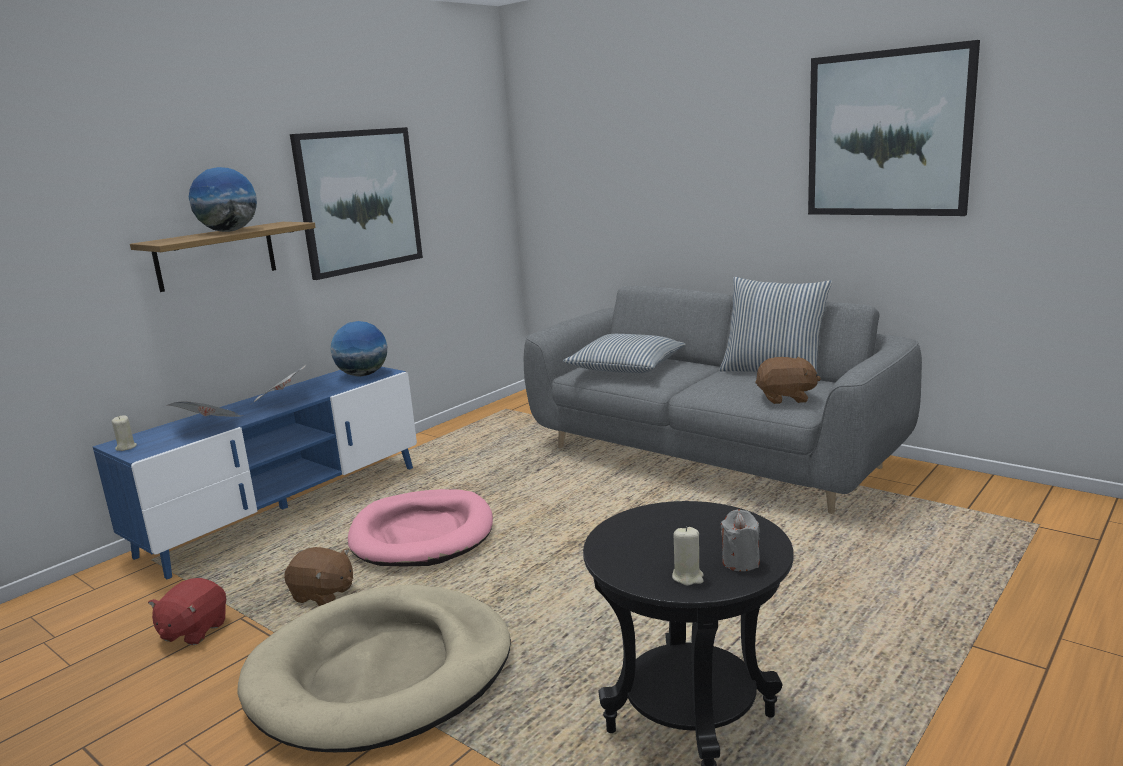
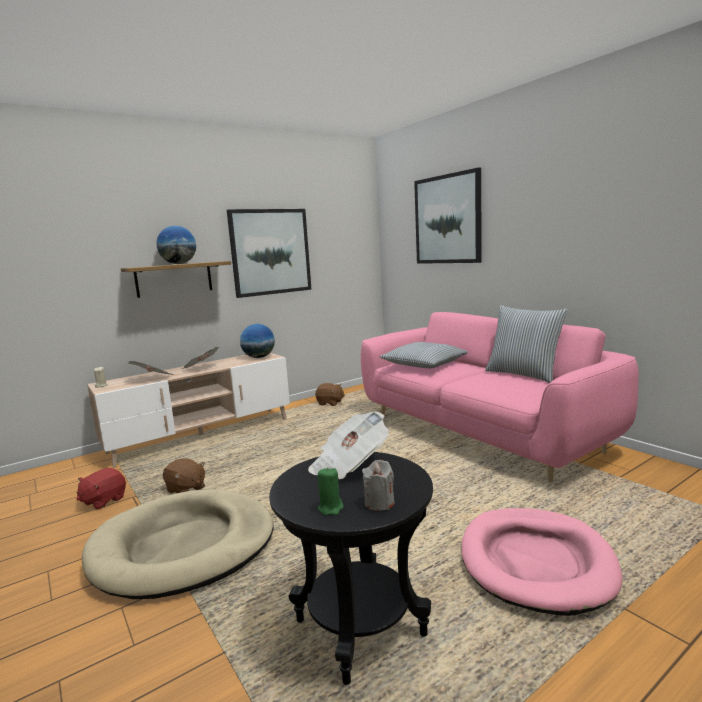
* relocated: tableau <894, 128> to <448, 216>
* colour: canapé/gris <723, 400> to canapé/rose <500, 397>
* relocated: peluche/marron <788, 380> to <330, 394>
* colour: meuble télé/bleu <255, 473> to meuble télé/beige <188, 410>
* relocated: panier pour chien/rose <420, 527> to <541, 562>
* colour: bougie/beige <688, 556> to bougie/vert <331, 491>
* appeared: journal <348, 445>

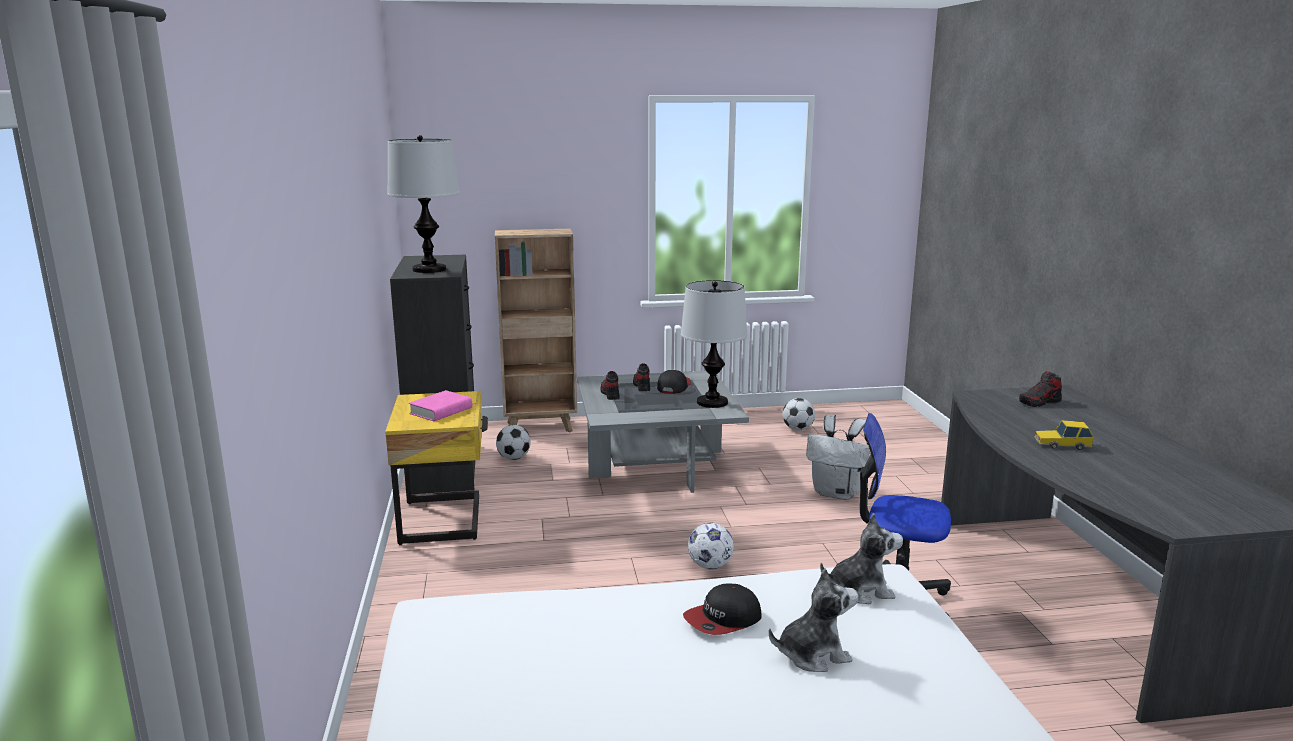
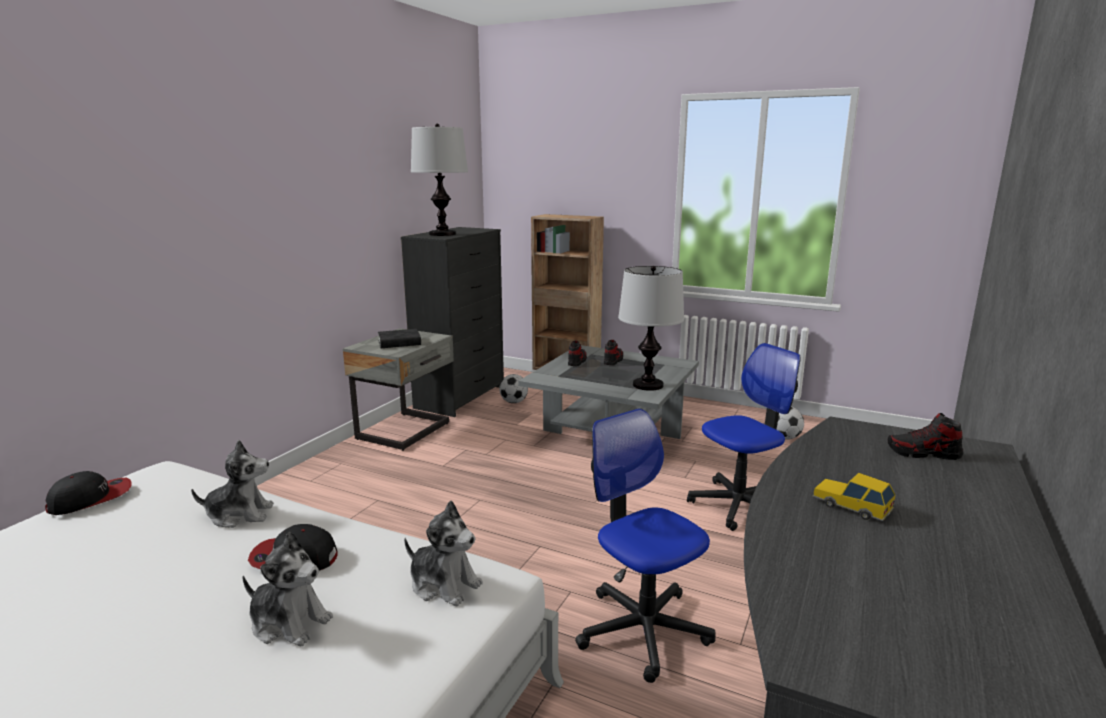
* relocated: casquette <674, 382> to <88, 493>
* colour: livre/rose <440, 405> to livre/noir <399, 338>
* colour: table de chevet/jaune <436, 468> to table de chevet/gris <398, 389>
* exchanged: sac à dos/blanc <838, 457> to chaise de bureau <744, 437>
* missing: ballon de foot <711, 546>
* appeared: peluche <232, 484>

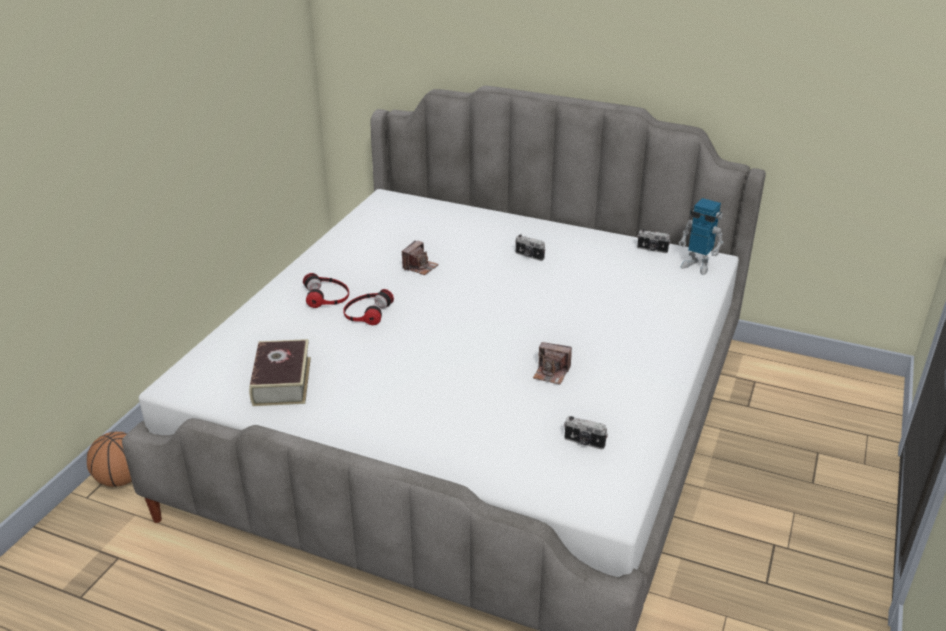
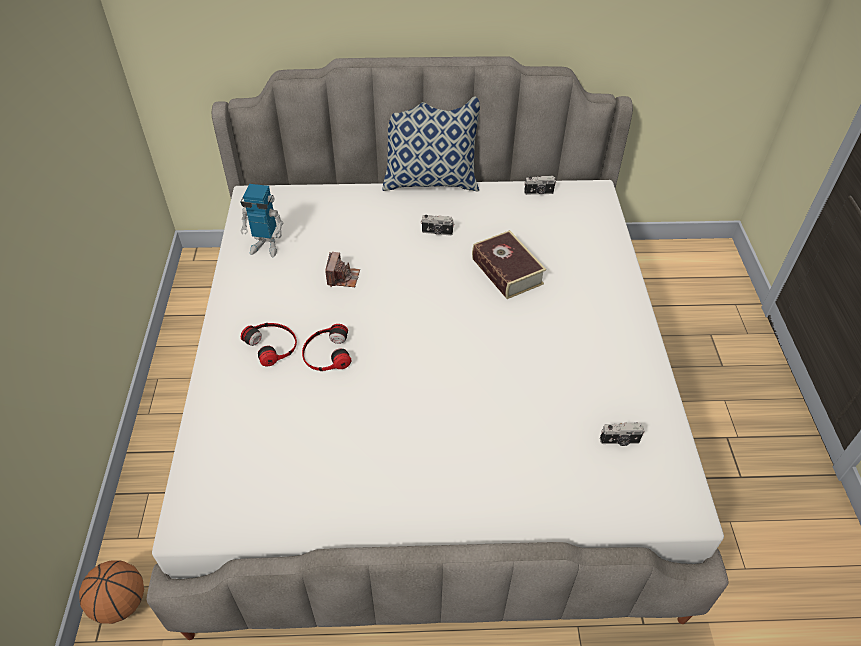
* relocated: robot jouet <701, 236> to <262, 220>
* relocated: livre <280, 372> to <509, 264>
* missing: appareil photo <552, 363>
* appeared: coussin <431, 143>

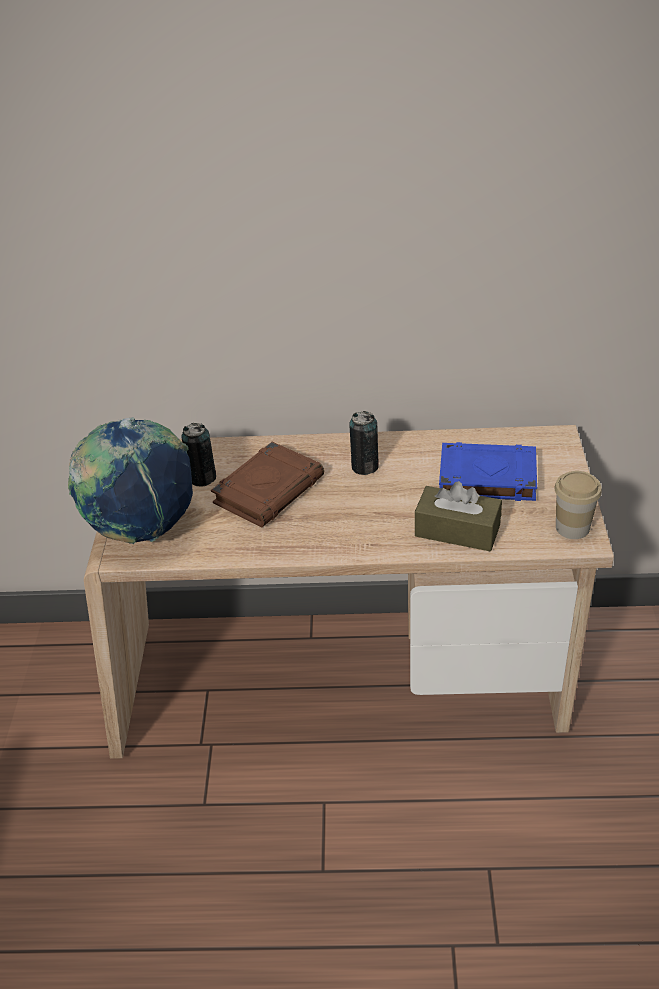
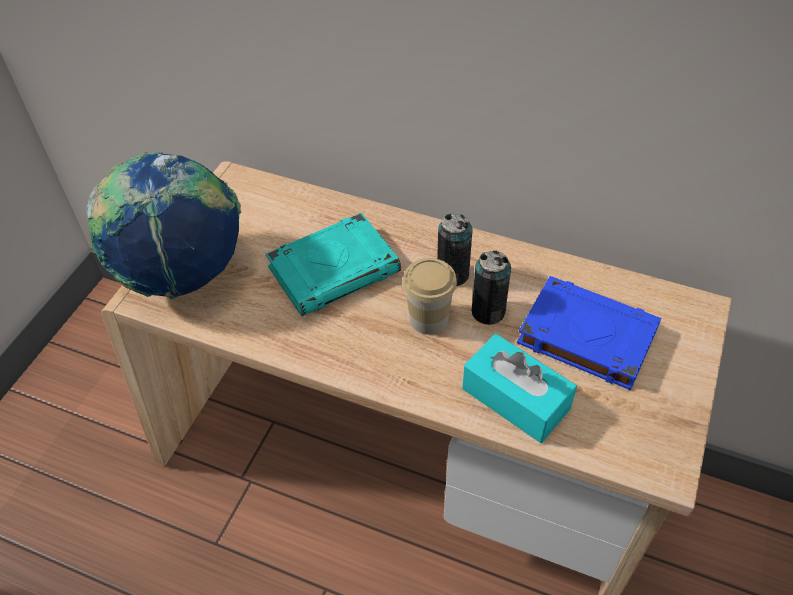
* relocated: boîte métallique <198, 454> to <491, 287>
* colour: livre/marron <267, 485> to livre/turquoise <333, 264>
* relocated: tasse <578, 505> to <430, 296>
* colour: boîte à mouchoirs/marron <458, 516> to boîte à mouchoirs/turquoise <519, 388>

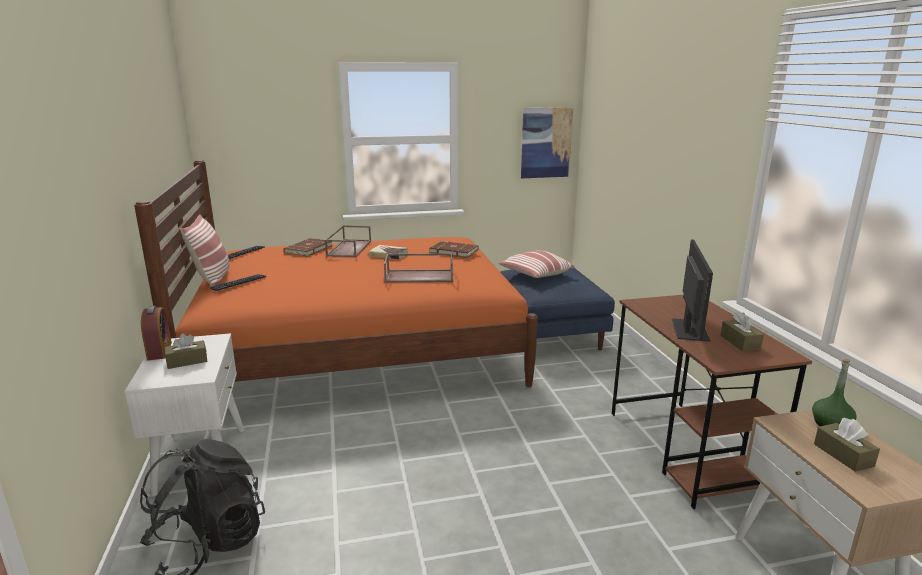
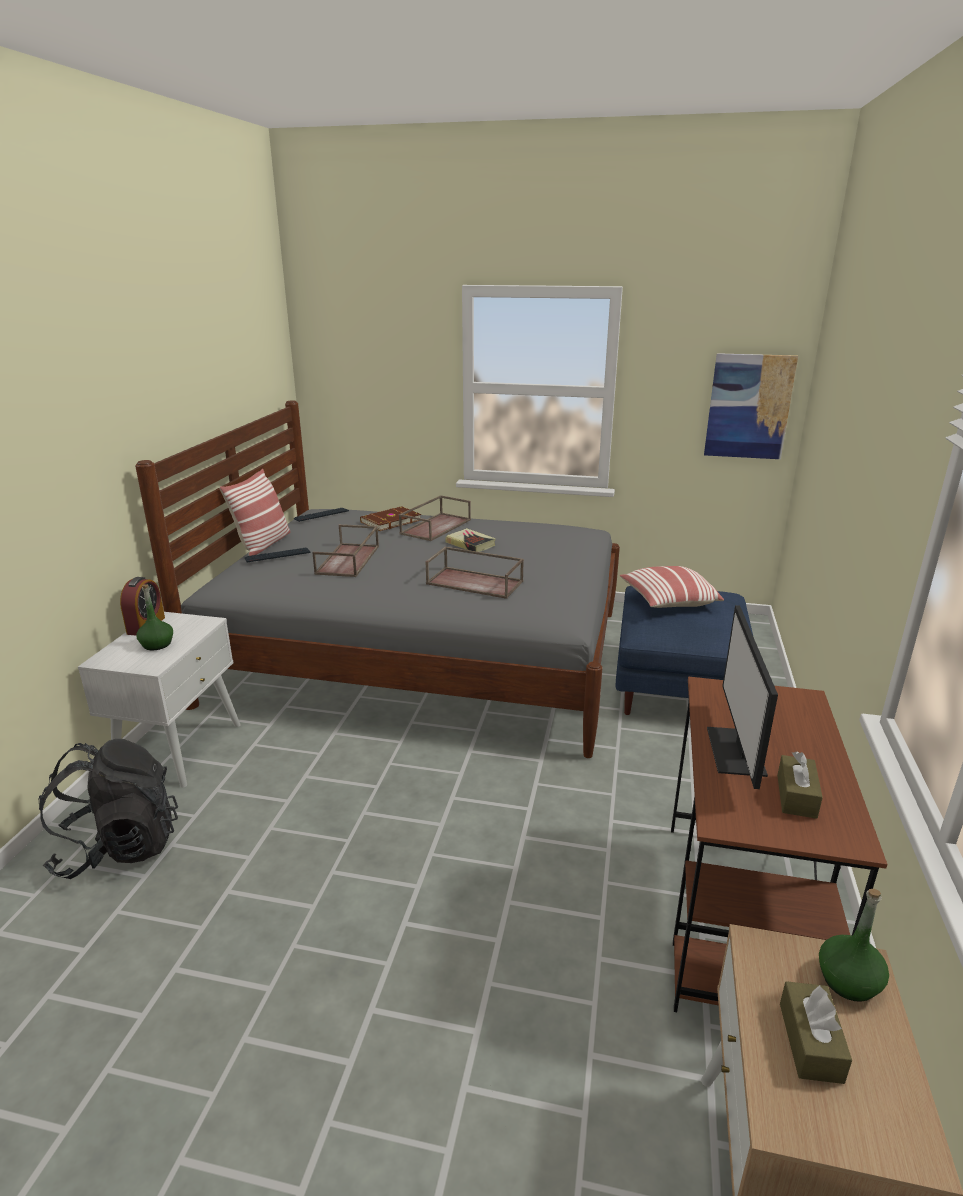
* colour: lit/orange <336, 273> to lit/gris <377, 579>
* spun: écran d'ordinateur <692, 290> = <742, 697> 150 degrees clockwise
* missing: livre/marron <453, 249>
* exchanged: boîte à mouchoirs/marron <186, 351> to bouteille/vert <154, 617>
* appeared: plateau/marron <345, 550>

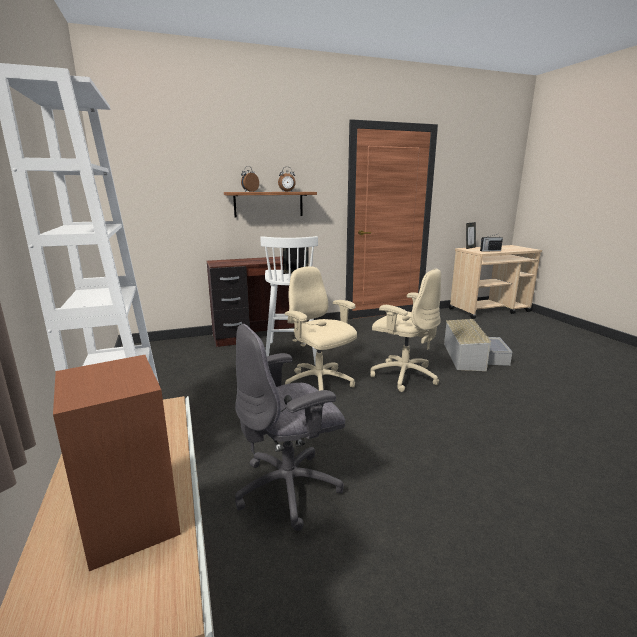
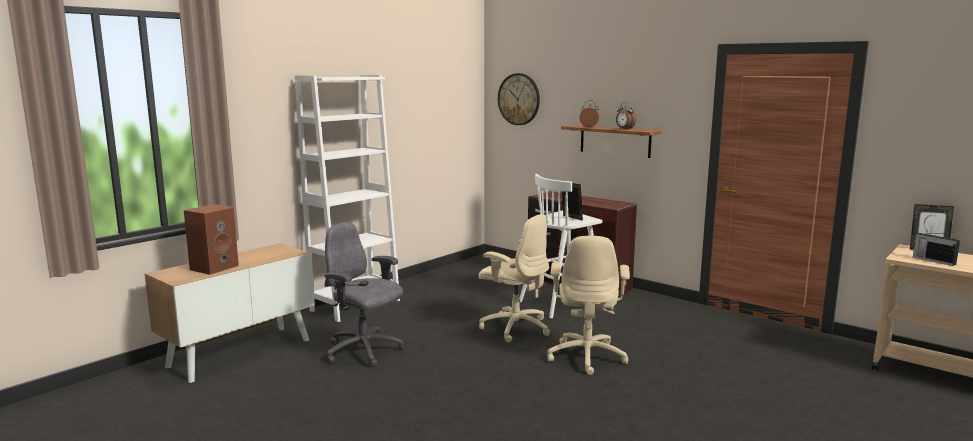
* spun: chaise de bureau/beige <321, 328> = <514, 278> 105 degrees clockwise
* missing: boîte de rangement/gris <478, 345>
* appeared: horloge murale <519, 99>

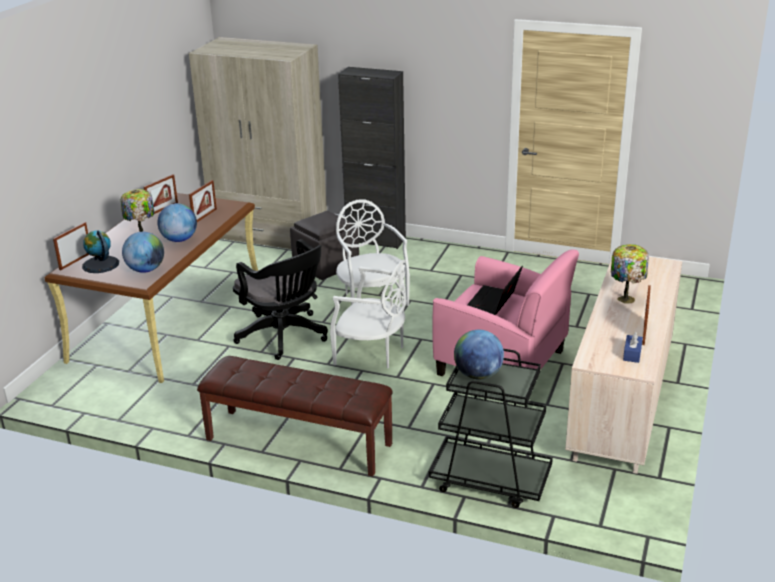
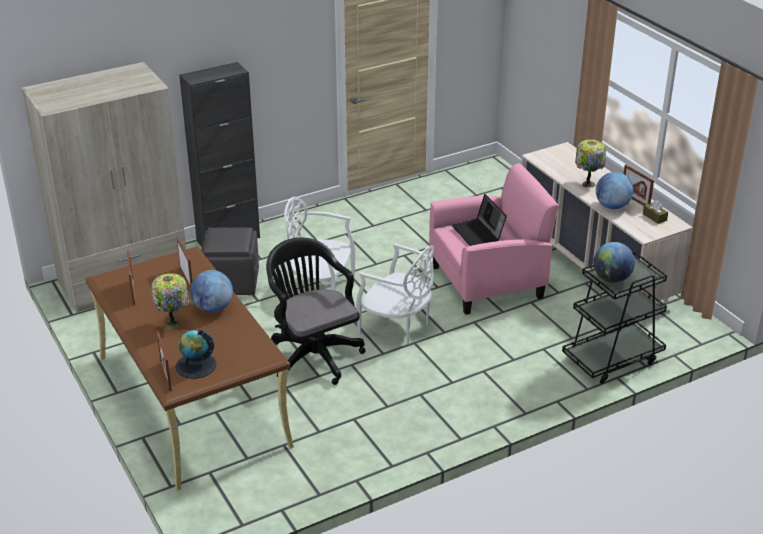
* relocated: globe <143, 252> to <615, 190>
* spun: chaise de bureau/noir <280, 299> = <315, 311> 120 degrees counterclockwise
* spun: chaise/blanc <368, 314> = <395, 294> 60 degrees clockwise
* colour: boîte à mouchoirs/bleu <633, 347> to boîte à mouchoirs/marron <655, 212>
* missing: banc/marron <295, 416>

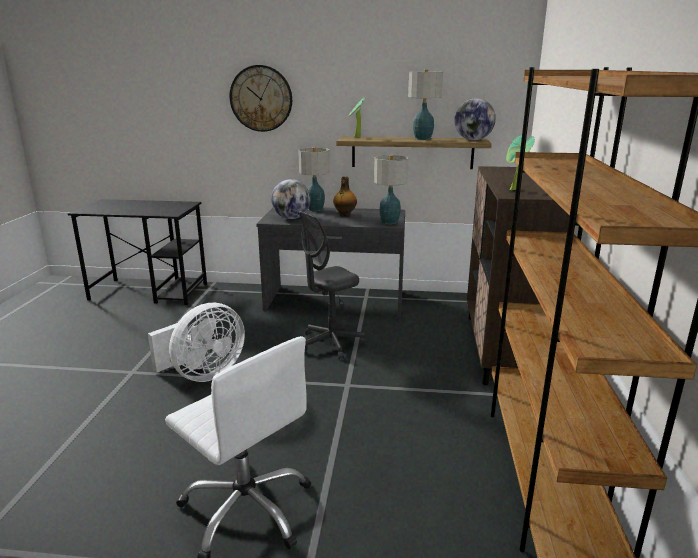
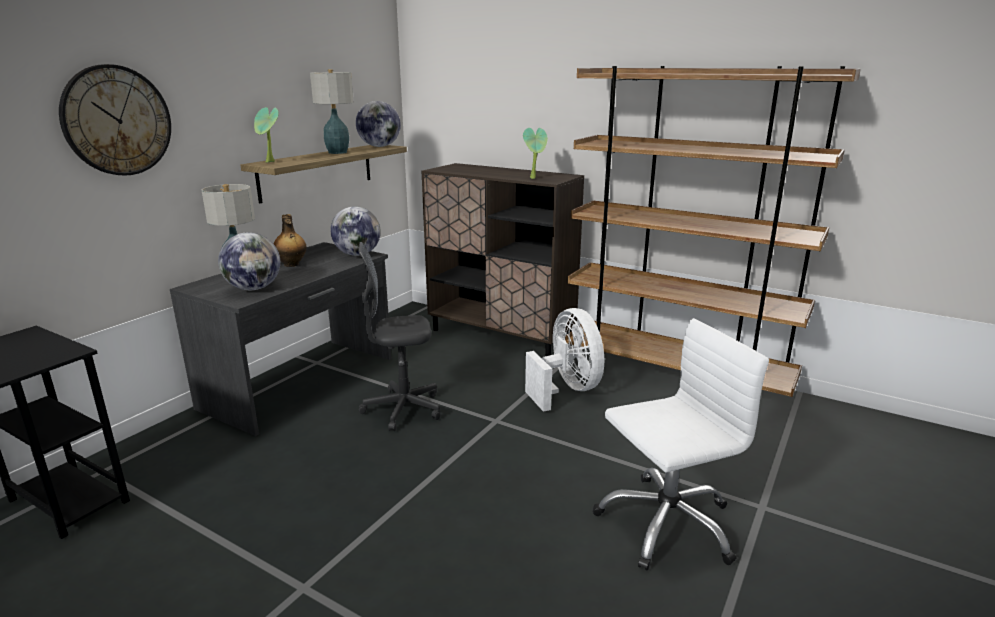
* exchanged: lampe de table <391, 189> to globe <356, 231>
* spun: chaise de bureau/gris <332, 285> = <399, 336> 90 degrees clockwise
* relocated: ventilateur/blanc <196, 342> to <564, 360>

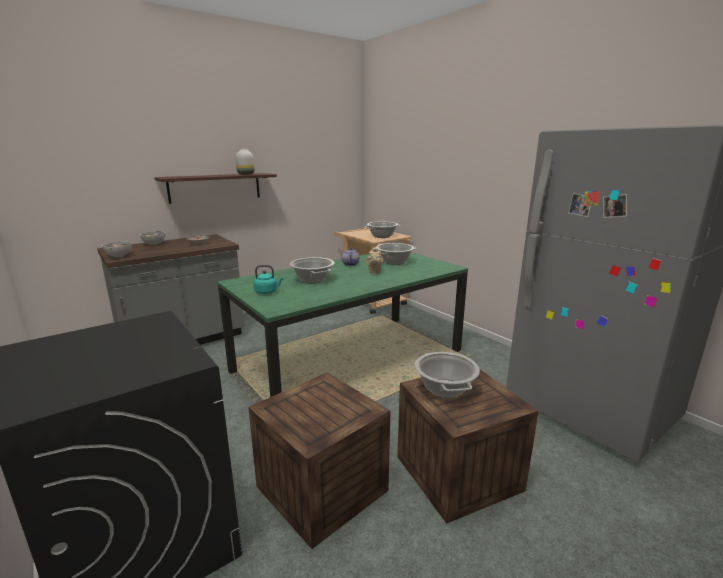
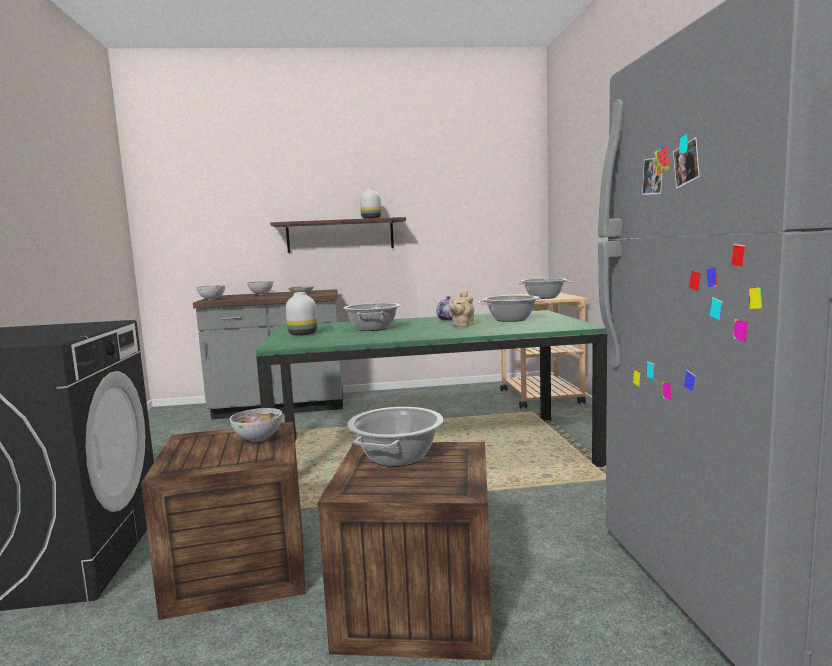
* exchanged: bouilloire/turquoise <268, 279> to vase/blanc <301, 314>
* appeared: bol <256, 425>

